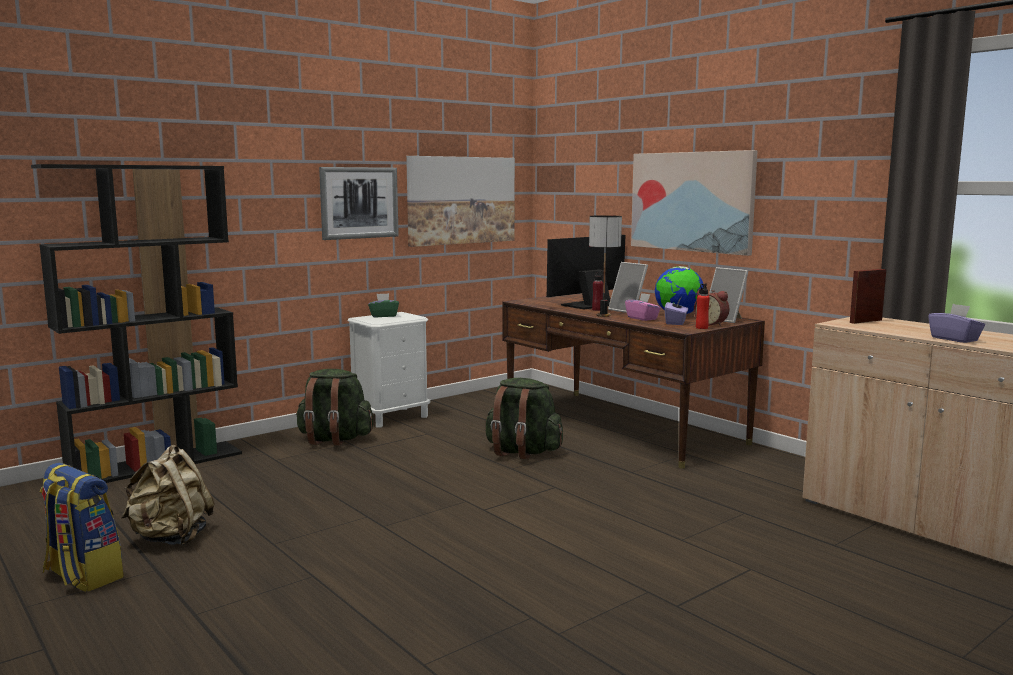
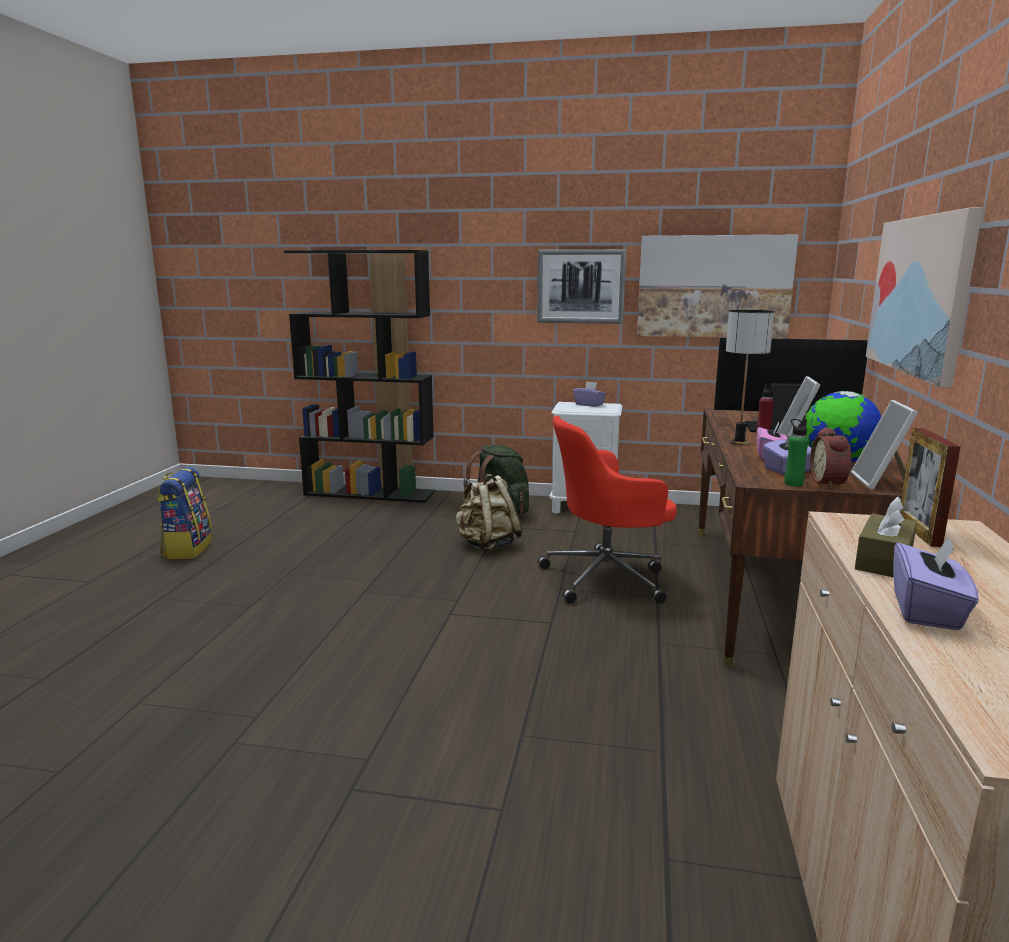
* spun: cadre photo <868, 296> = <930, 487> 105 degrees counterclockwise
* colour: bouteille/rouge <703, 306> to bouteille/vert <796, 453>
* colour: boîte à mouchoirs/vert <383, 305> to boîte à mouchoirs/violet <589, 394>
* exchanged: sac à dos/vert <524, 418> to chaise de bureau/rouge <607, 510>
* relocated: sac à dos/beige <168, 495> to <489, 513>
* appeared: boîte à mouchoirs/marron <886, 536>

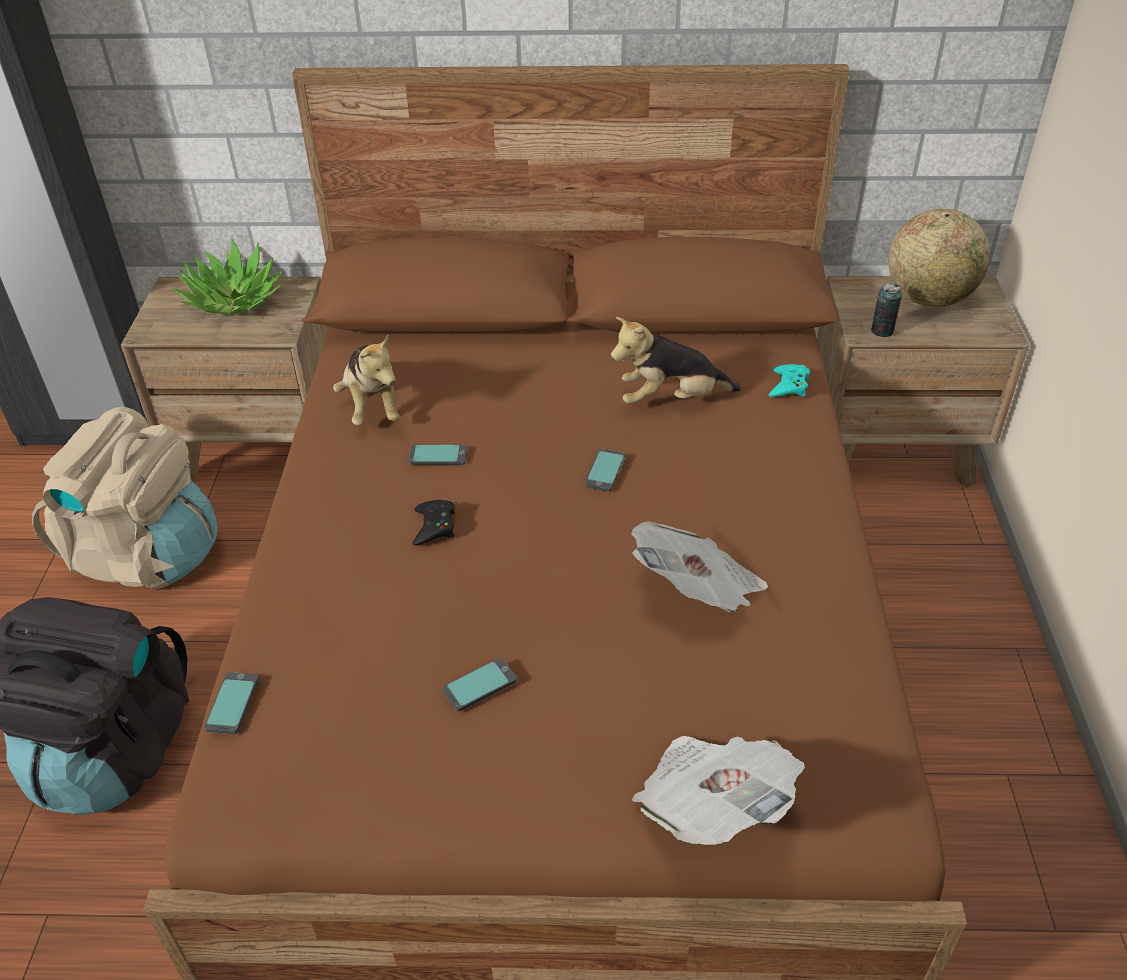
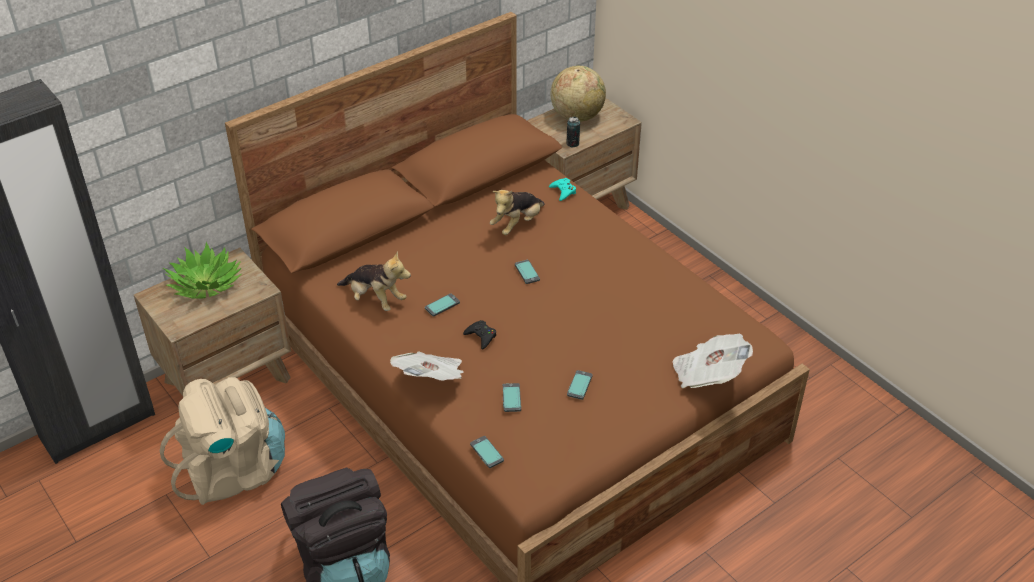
* relocated: journal <699, 566> to <427, 366>
* appeared: téléphone <512, 397>

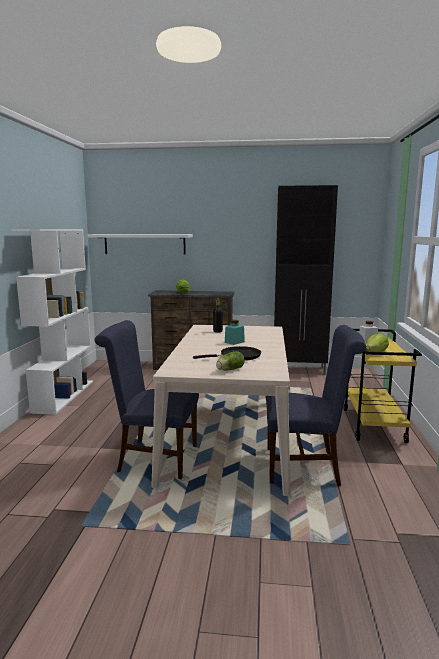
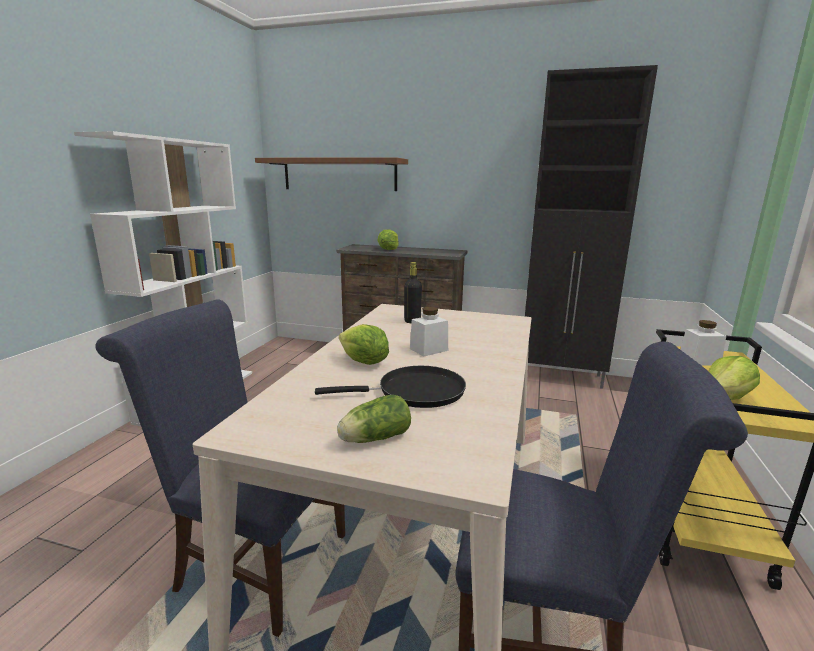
* colour: étagère/blanc <140, 244> to étagère/marron <331, 174>
* colour: bocal/turquoise <235, 332> to bocal/blanc <429, 331>
* appeared: laitue <364, 344>

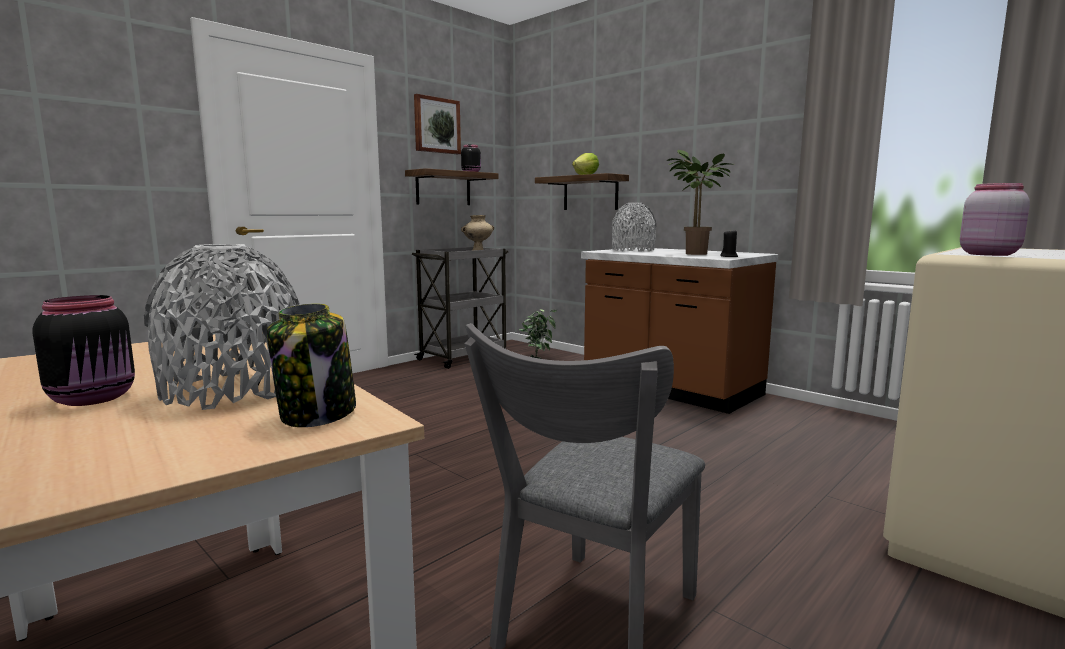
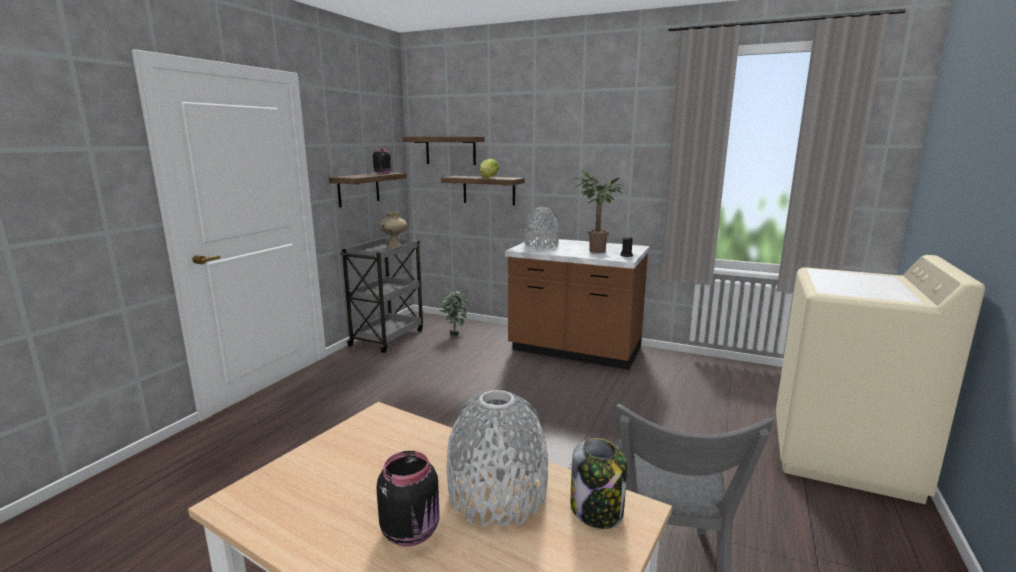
* missing: tableau <437, 124>
* missing: bocal/rose <995, 219>
* appeared: étagère <443, 151>

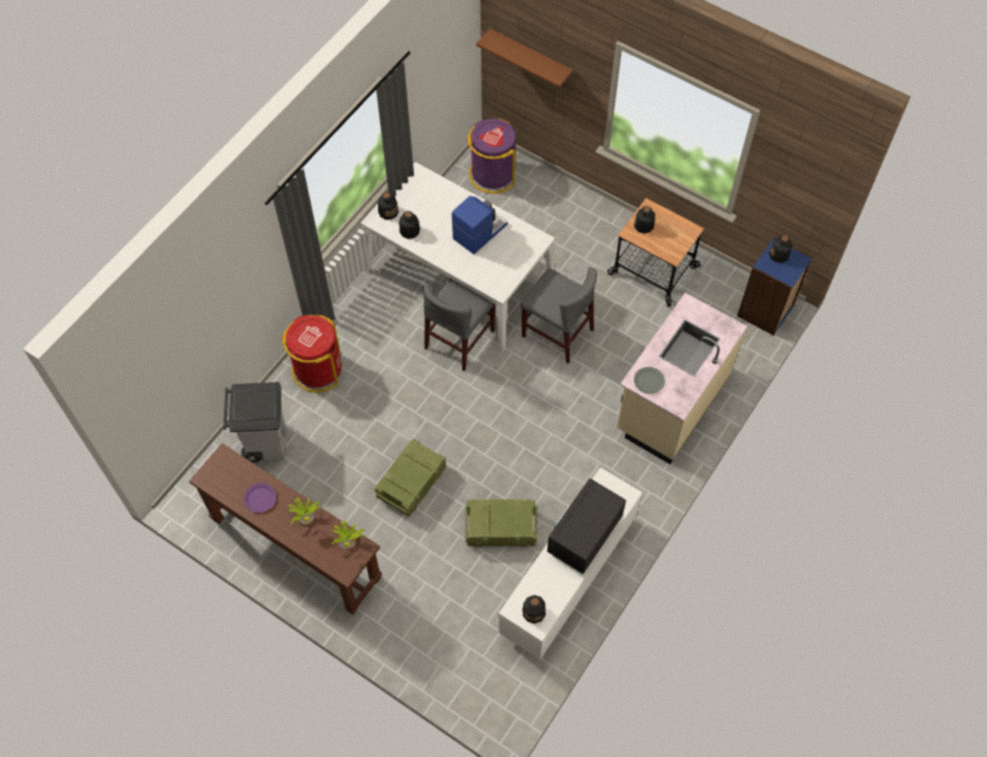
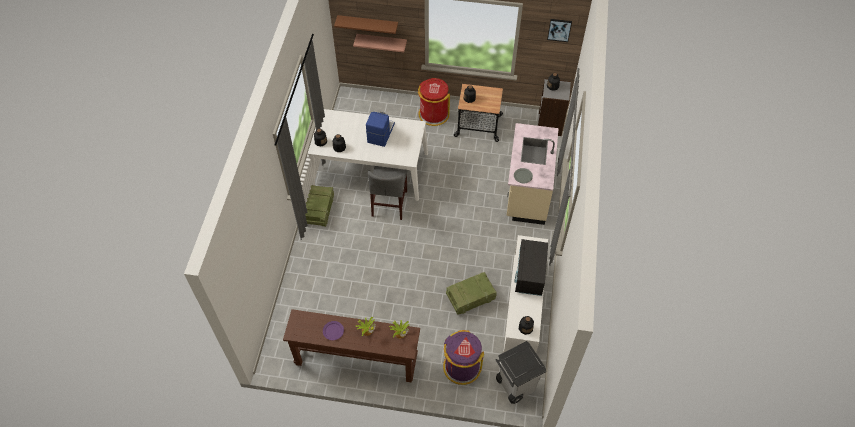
* relocated: poubelle/violet <491, 156> to <463, 357>
* colour: bibliothèque/bleu <775, 287> to bibliothèque/gris <554, 107>
* missing: chaise/gris <559, 315>
* relocated: poubelle/rouge <312, 354> to <434, 102>
* relocated: poubelle/gris <254, 422> to <521, 372>
* relocated: caisse <410, 477> to <319, 206>
* appeared: tableau <559, 30>
* appeared: étagère <380, 43>

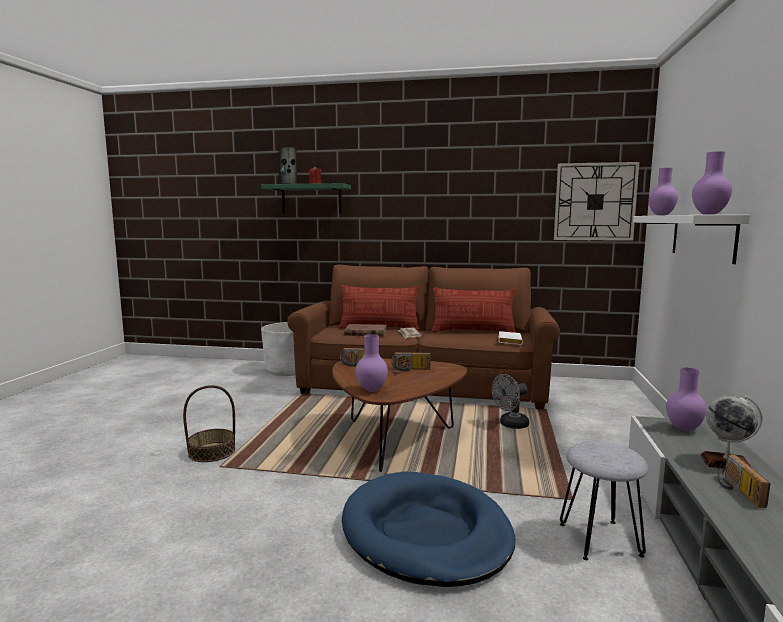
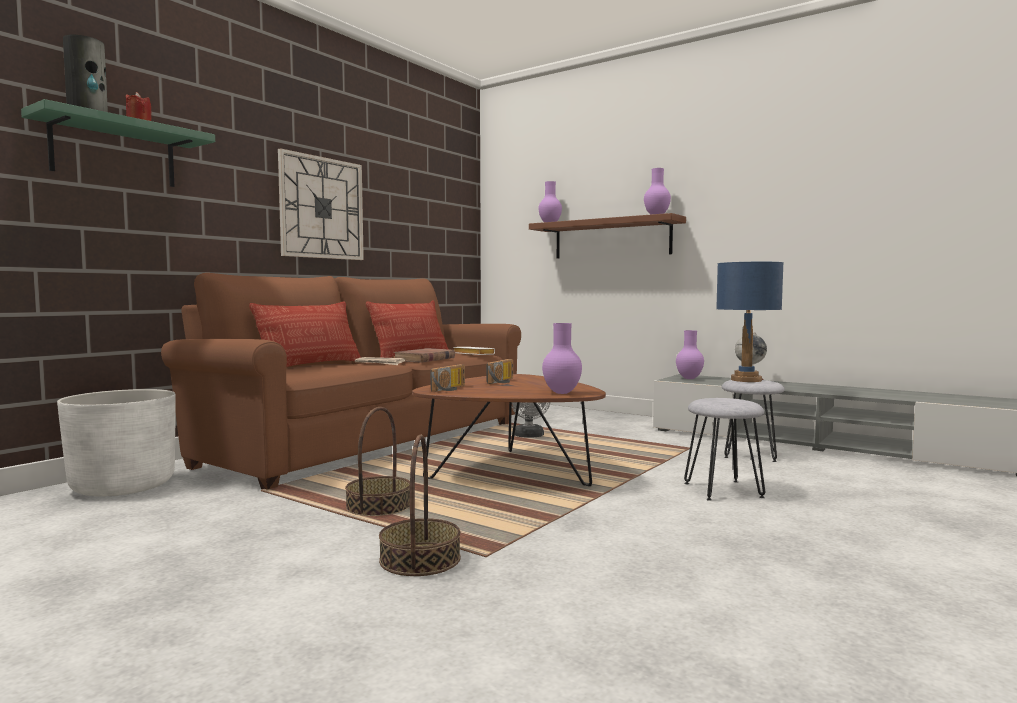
* relocated: horloge murale <596, 201> to <321, 204>
* colour: étagère/blanc <691, 239> to étagère/marron <607, 235>
* relocated: livre/marron <365, 330> to <424, 355>
* missing: radio <744, 481>
* exchanged: panier pour chien/bleu <428, 529> to tabouret/gris <724, 449>
* appeared: lampe de table/bleu <750, 322>
* appeared: panier <377, 461>

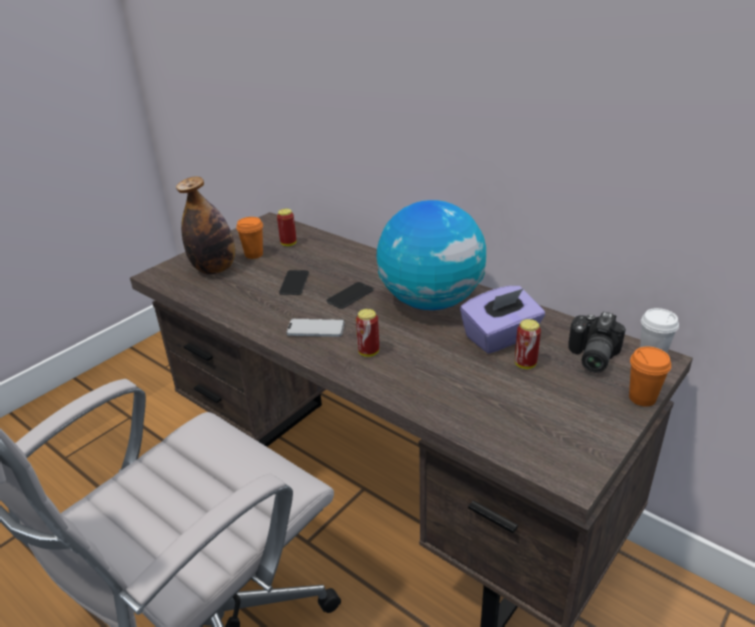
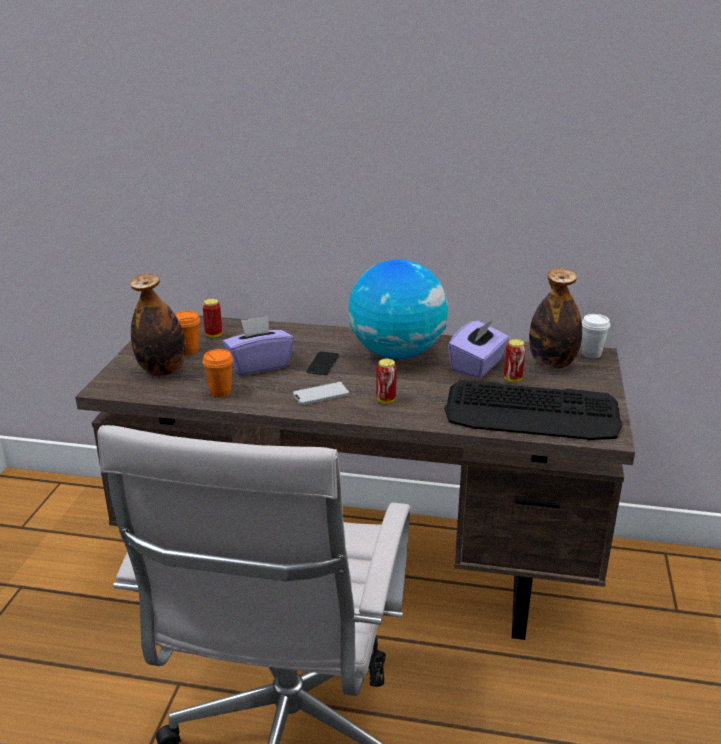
* exchanged: téléphone <294, 282> to boîte à mouchoirs/violet <258, 346>
* exchanged: appareil photo <597, 342> to bouteille <555, 318>
* relocated: tasse/orange <650, 377> to <217, 373>
* appeared: clavier <533, 410>

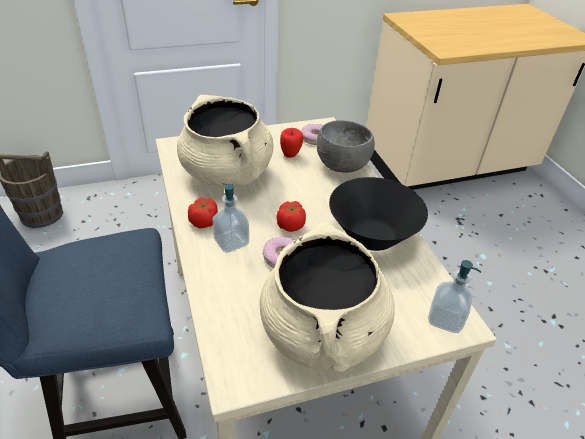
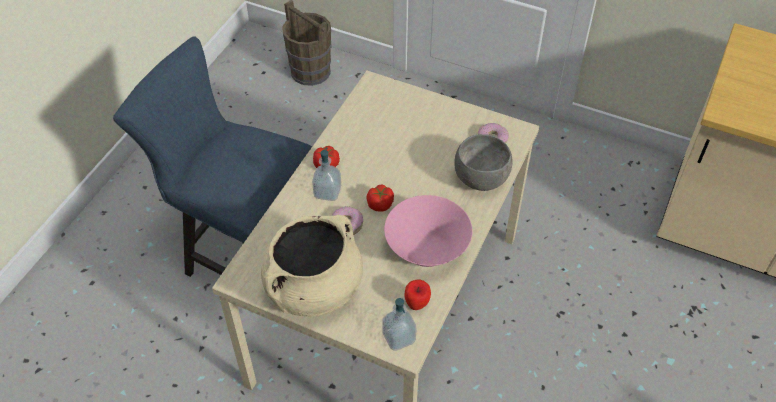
* missing: marmite/beige <225, 141>
* relocated: pomme <291, 143> to <418, 295>
* colour: bol/noir <378, 214> to bol/rose <428, 231>

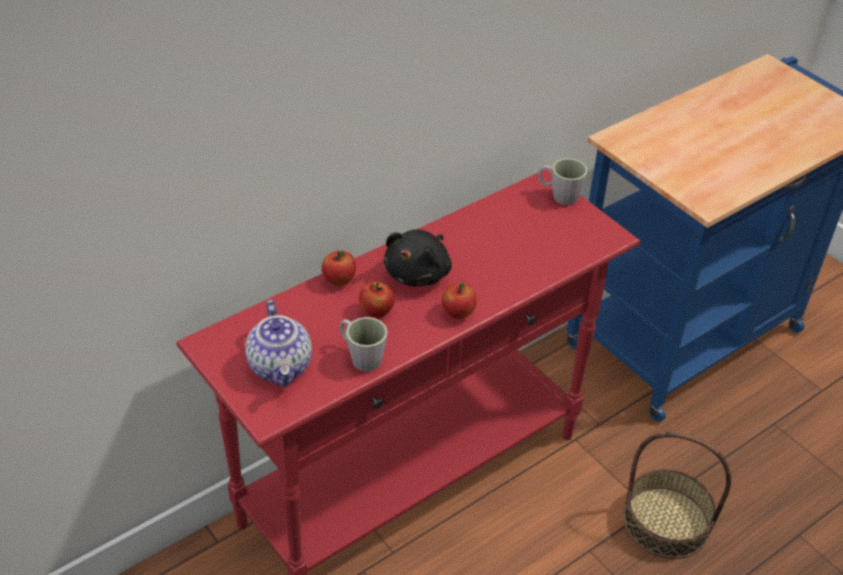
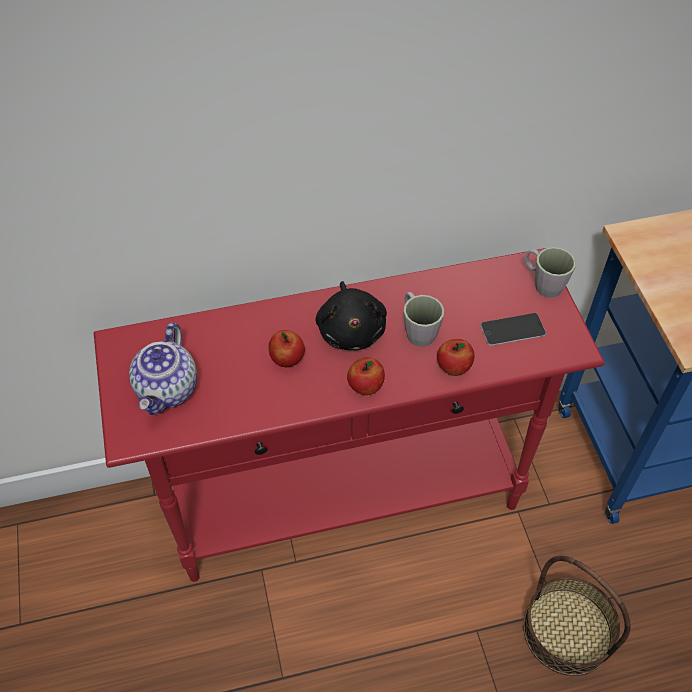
* spun: peluche/noir <418, 258> = <351, 315> 60 degrees counterclockwise
* relocated: pomme <339, 268> to <456, 357>
* relocated: mug/gris <364, 344> to <424, 319>
* appeared: téléphone <513, 329>

